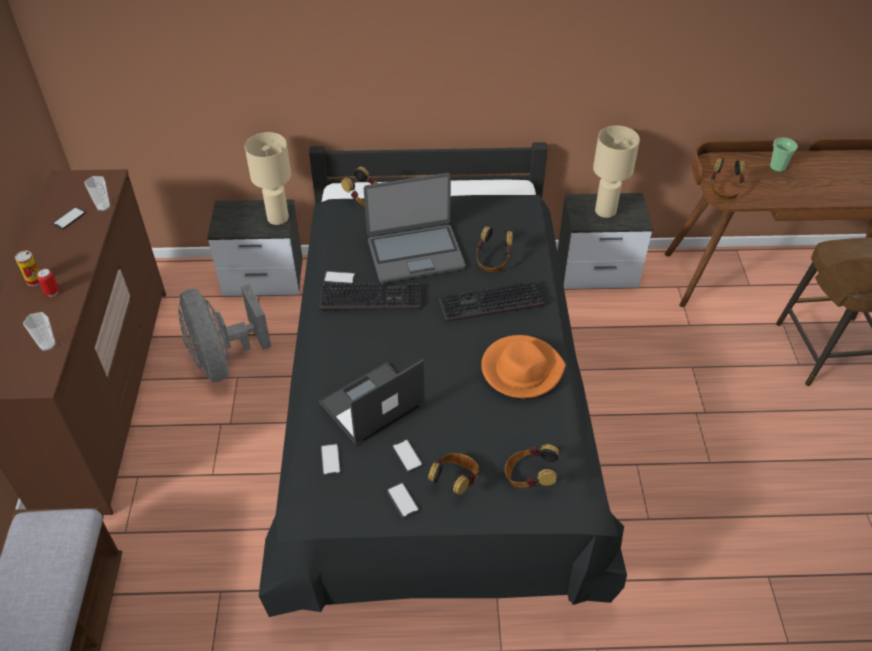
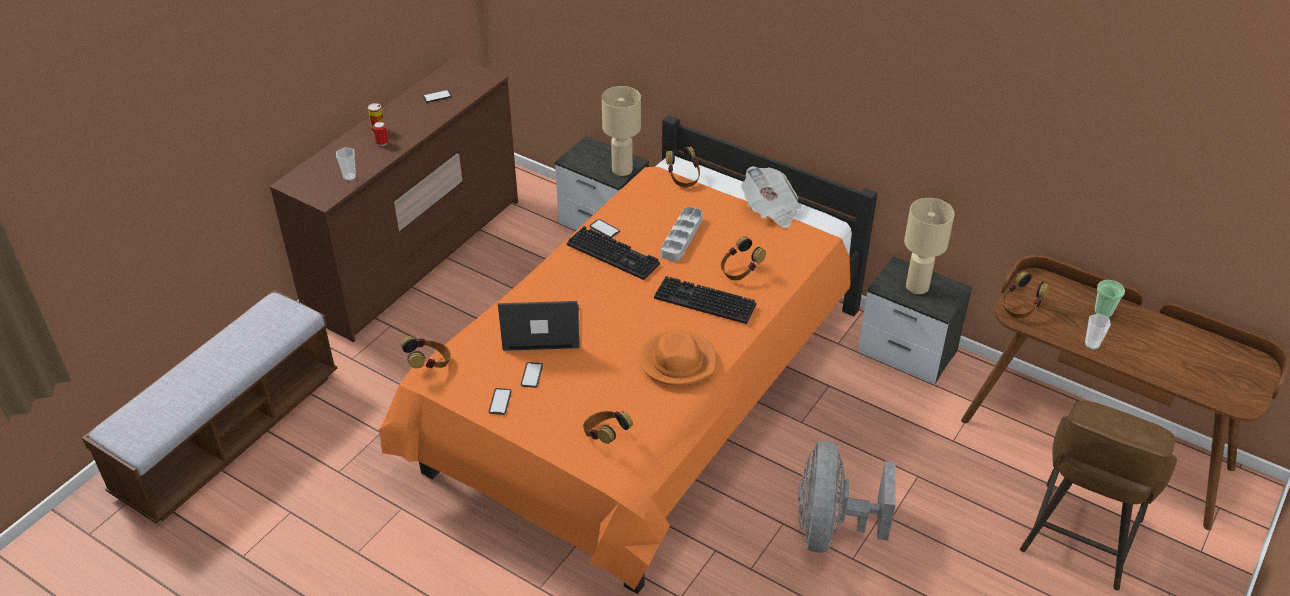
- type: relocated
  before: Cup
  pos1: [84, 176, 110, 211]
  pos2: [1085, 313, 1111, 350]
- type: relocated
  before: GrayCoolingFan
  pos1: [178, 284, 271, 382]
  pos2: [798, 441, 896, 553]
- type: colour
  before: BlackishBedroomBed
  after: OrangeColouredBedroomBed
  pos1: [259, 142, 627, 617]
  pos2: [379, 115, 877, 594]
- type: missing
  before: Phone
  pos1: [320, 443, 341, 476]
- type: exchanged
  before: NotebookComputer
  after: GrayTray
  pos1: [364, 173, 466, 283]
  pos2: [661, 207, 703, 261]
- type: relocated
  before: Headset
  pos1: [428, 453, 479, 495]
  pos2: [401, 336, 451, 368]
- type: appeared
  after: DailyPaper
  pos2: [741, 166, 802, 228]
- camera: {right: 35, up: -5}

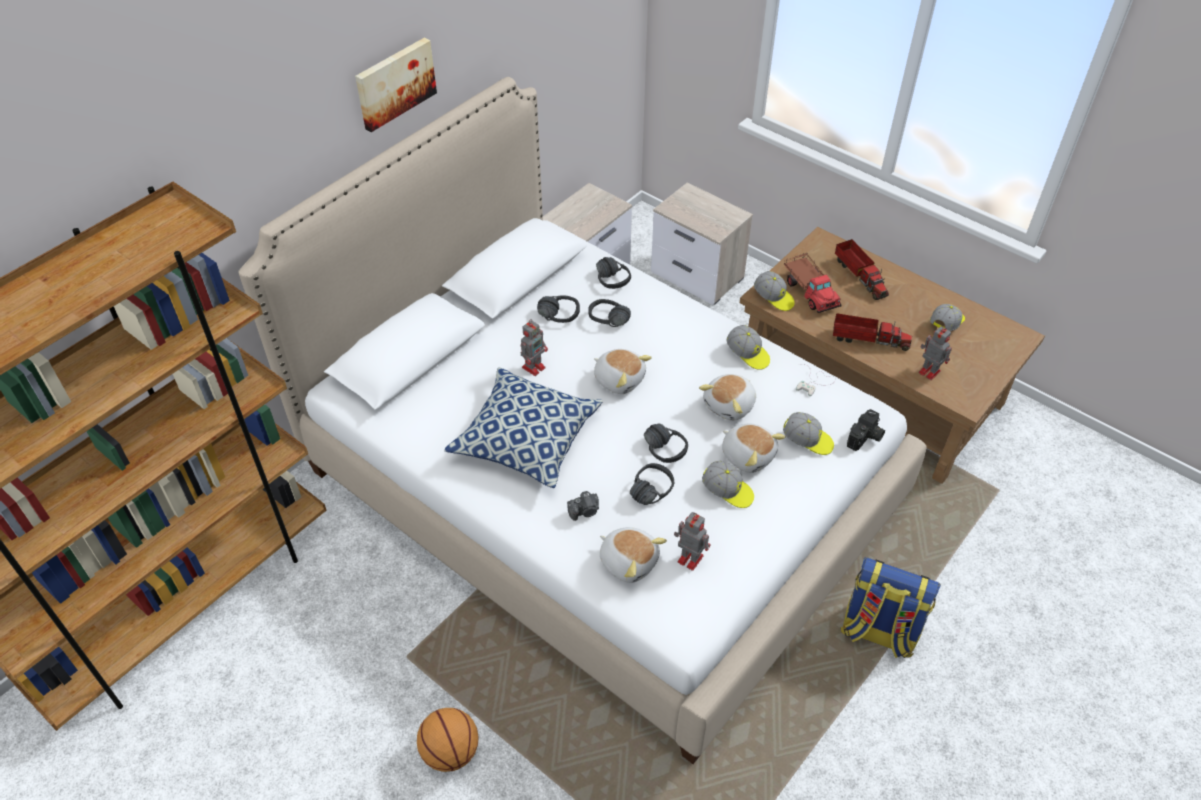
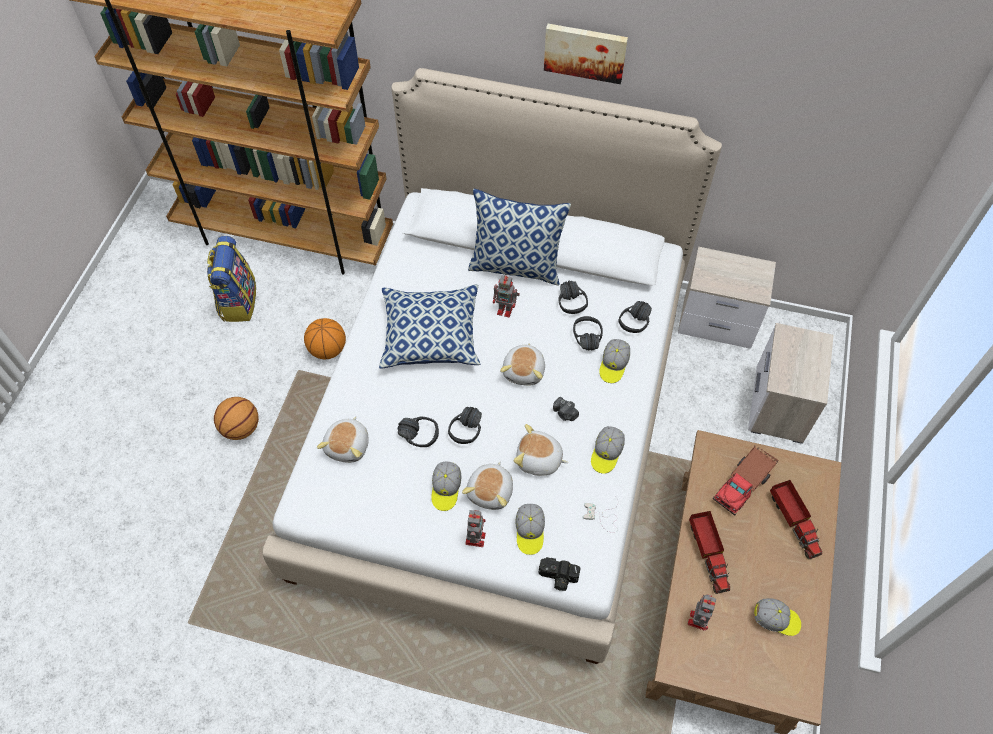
- type: relocated
  before: StillCamera
  pos1: [567, 491, 599, 521]
  pos2: [553, 397, 579, 421]
- type: relocated
  before: ModelRobot
  pos1: [674, 512, 710, 571]
  pos2: [465, 510, 486, 547]
- type: relocated
  before: Cap
  pos1: [754, 271, 795, 311]
  pos2: [599, 339, 630, 383]
- type: spun
  before: ToyLorry
  pos1: [835, 239, 889, 300]
  pos2: [770, 480, 822, 560]
  turn: -60
- type: relocated
  before: Rucksack
  pos1: [841, 557, 941, 658]
  pos2: [207, 236, 256, 322]
- type: appeared
  after: BasketballBall
  pos2: [304, 318, 346, 359]
- type: appeared
  after: Pillow
  pos2: [468, 189, 571, 285]
- camera: {right: 65, up: 10}

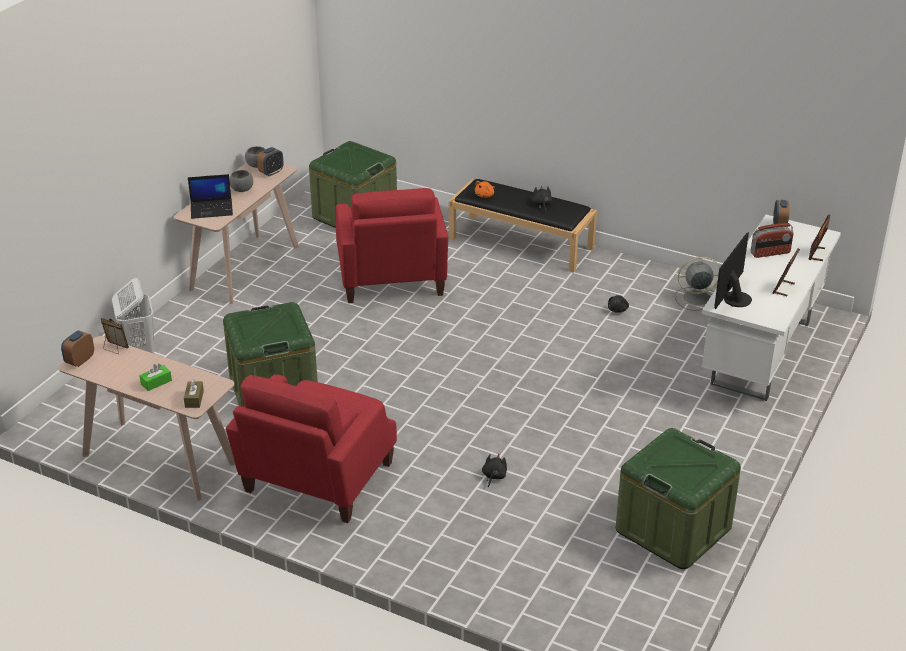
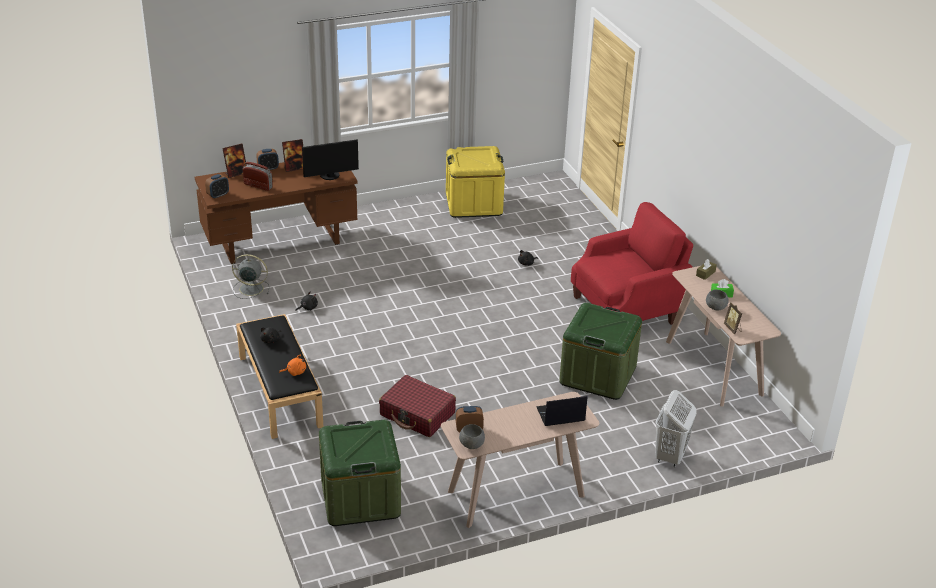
- type: relocated
  before: TableClock
  pos1: [61, 331, 94, 367]
  pos2: [256, 149, 279, 171]
- type: spun
  before: NotebookComputer
  pos1: [188, 174, 233, 219]
  pos2: [536, 396, 587, 426]
  turn: -45
- type: relocated
  before: GrayDeepDish
  pos1: [229, 170, 253, 192]
  pos2: [706, 290, 728, 310]
- type: exchanged
  before: RedColouredLoungeChair
  after: RedColouredSuitcase
  pos1: [336, 188, 448, 303]
  pos2: [379, 375, 456, 437]
- type: colour
  before: GreenStorageBin
  after: YellowishStorageBin
  pos1: [616, 428, 741, 569]
  pos2: [446, 146, 505, 218]
- type: spun
  before: GrayCoolingFan
  pos1: [675, 257, 720, 311]
  pos2: [232, 254, 269, 299]
  turn: 150
- type: colour
  before: WhiteDesk
  after: BrownDesk
  pos1: [702, 215, 841, 401]
  pos2: [195, 162, 358, 264]
- camera: {right: -140, up: 0}

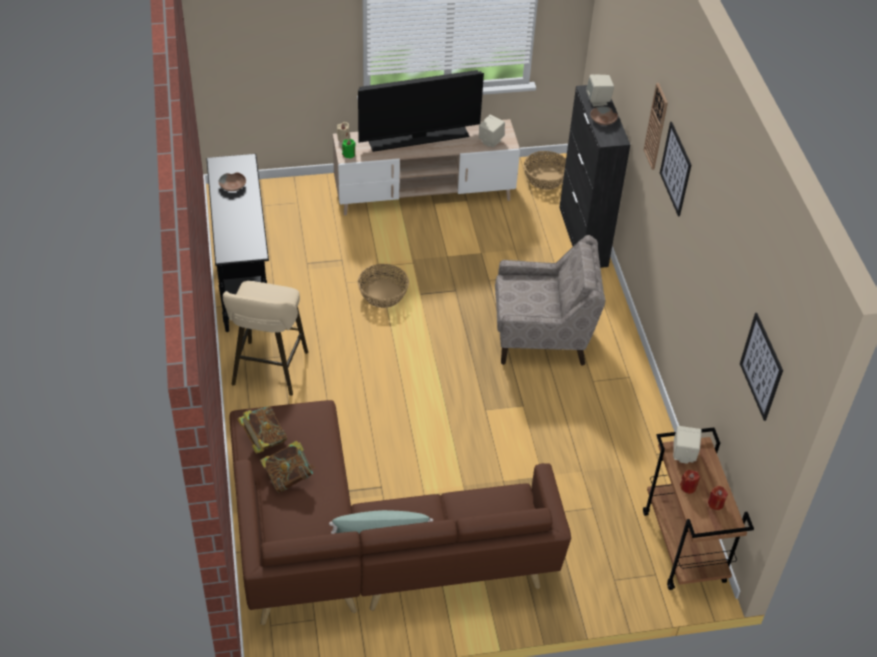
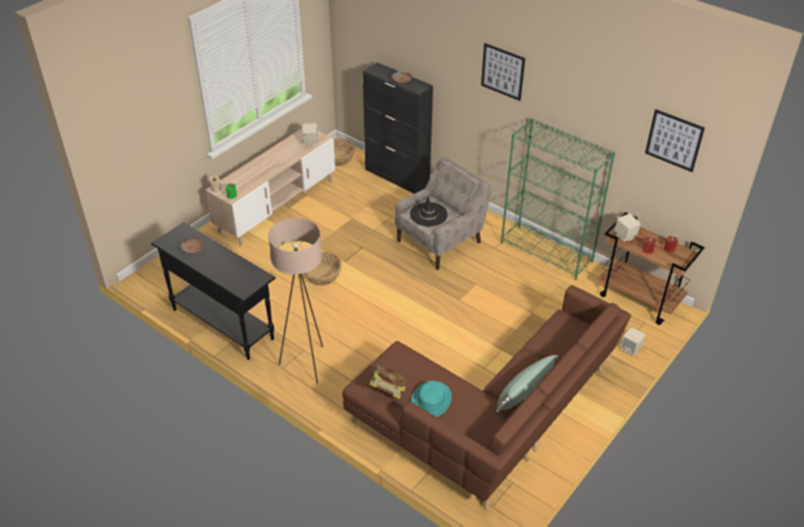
- type: exchanged
  before: BeigeSittingStool
  after: BeigeFloorLamp
  pos1: [223, 281, 308, 396]
  pos2: [268, 218, 323, 384]
- type: exchanged
  before: Volume
  after: BlueGreenWearableHat
  pos1: [260, 441, 315, 492]
  pos2: [411, 381, 452, 417]
- type: missing
  before: TvSet
  pos1: [358, 70, 484, 152]
- type: relocated
  before: BeigeSpeaker
  pos1: [586, 74, 614, 107]
  pos2: [620, 327, 646, 356]
- type: missing
  before: WallClock
  pos1: [644, 83, 668, 170]
- type: appeared
  after: BlackishWearableHat
  pos2: [410, 197, 448, 226]
- type: appeared
  after: GreenShelvingUnit
  pos2: [501, 118, 615, 280]
- camera: {right: -40, up: -5}

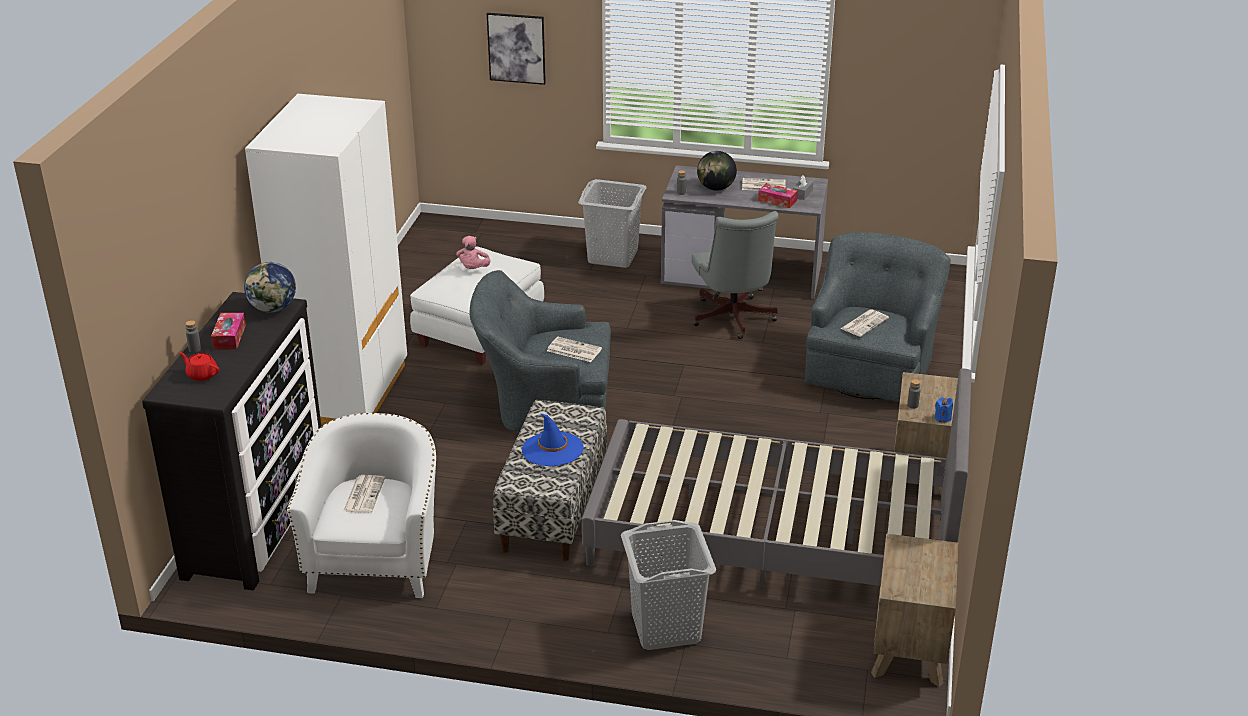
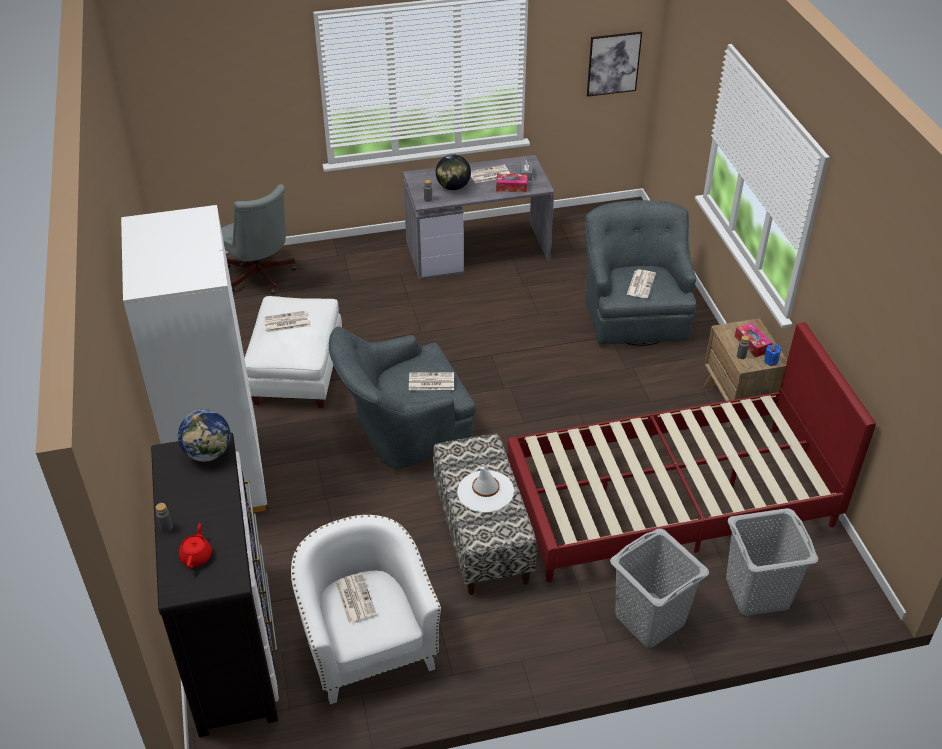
- type: spun
  before: RedColouredTeapot
  pos1: [179, 352, 219, 381]
  pos2: [179, 523, 212, 569]
  turn: 90
- type: relocated
  before: BoxOfTissues
  pos1: [211, 313, 246, 349]
  pos2: [735, 323, 772, 357]
- type: exchanged
  before: PinkishPlushToy
  after: DailyPaper
  pos1: [456, 236, 491, 269]
  pos2: [264, 311, 309, 333]
- type: relocated
  before: WallPicture
  pos1: [487, 13, 546, 85]
  pos2: [587, 32, 642, 97]
- type: colour
  before: BlueWearableHat
  after: WhiteWearableHat
  pos1: [522, 414, 583, 466]
  pos2: [457, 467, 514, 512]
- type: relocated
  before: GrayWashingBasket
  pos1: [578, 179, 647, 268]
  pos2: [726, 508, 818, 616]
- type: colour
  before: GrayBedroomBed
  after: RedColouredBedroomBed
  pos1: [582, 369, 972, 588]
  pos2: [507, 322, 876, 582]
- type: relocated
  before: GrayDeskChair
  pos1: [692, 211, 779, 339]
  pos2: [221, 184, 297, 294]
- type: missing
  before: BrownBedsideTable
  pos1: [871, 533, 958, 687]
- camera: {right: -25, up: 10}

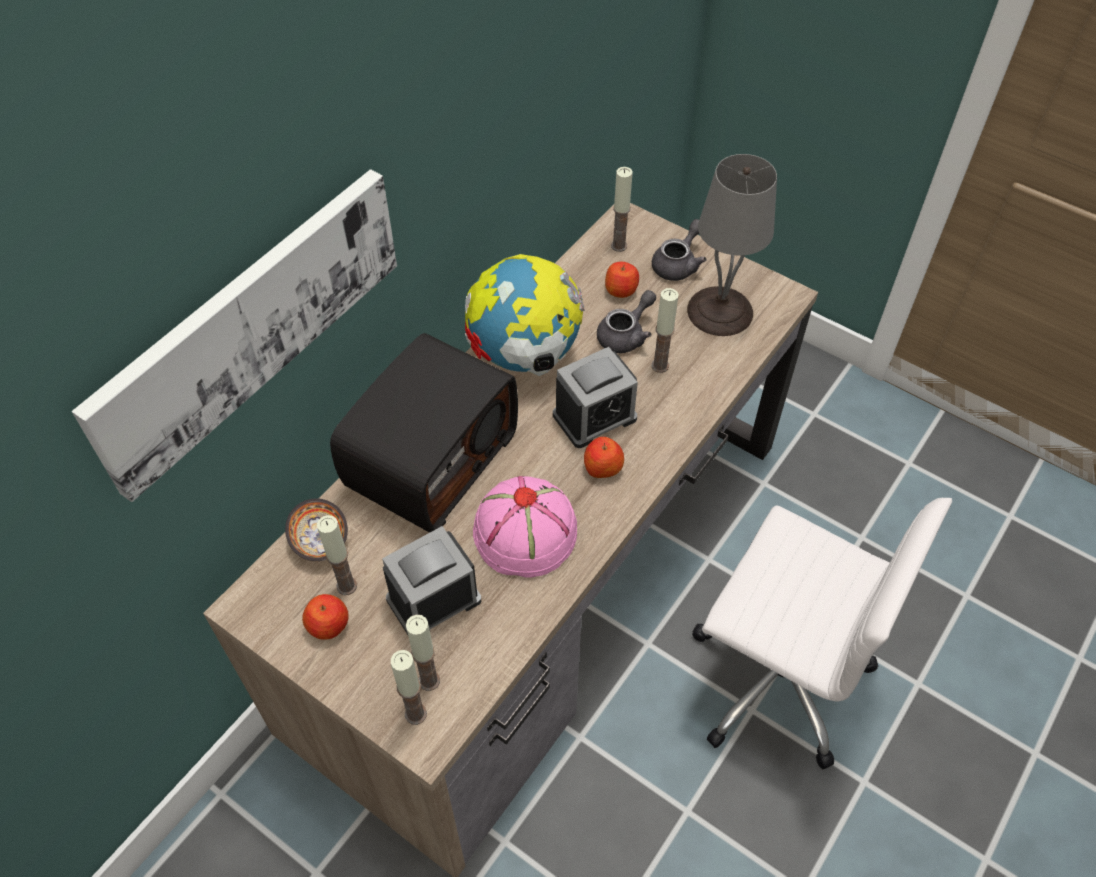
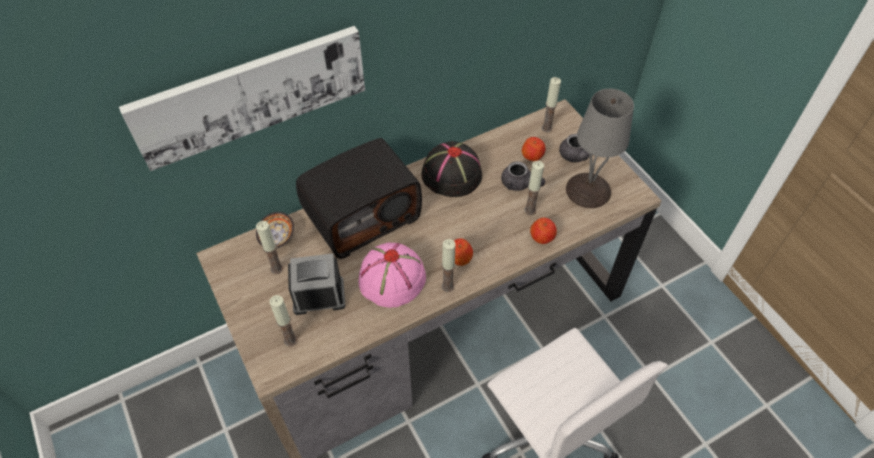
- type: relocated
  before: AppleFruit
  pos1: [302, 594, 349, 640]
  pos2: [530, 218, 557, 244]
- type: relocated
  before: WaxLight
  pos1: [391, 650, 427, 725]
  pos2: [442, 239, 456, 292]
- type: exchanged
  before: Globe
  after: BlackishWearableHat
  pos1: [465, 254, 585, 376]
  pos2: [422, 141, 482, 197]
- type: missing
  before: TableClock
  pos1: [553, 347, 638, 448]
- type: spun
  before: GrayTeapot
  pos1: [597, 290, 656, 353]
  pos2: [501, 161, 545, 191]
  turn: 60
- camera: {right: 25, up: 0}

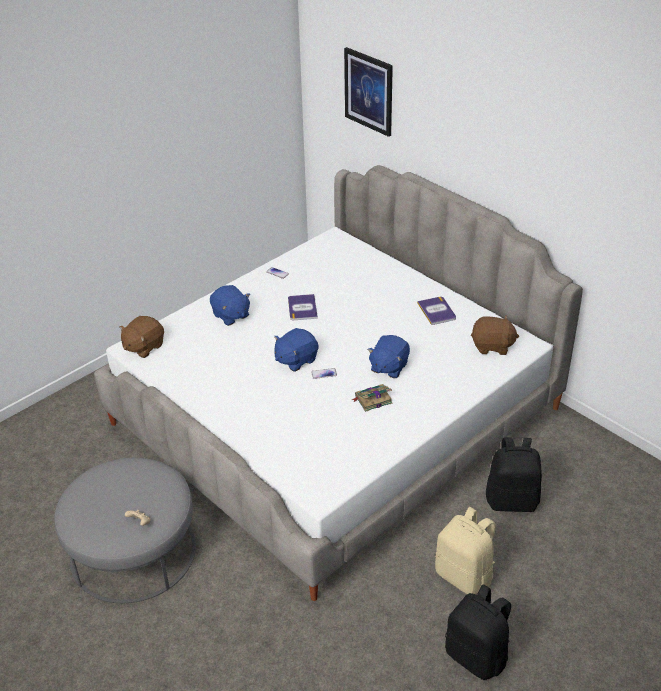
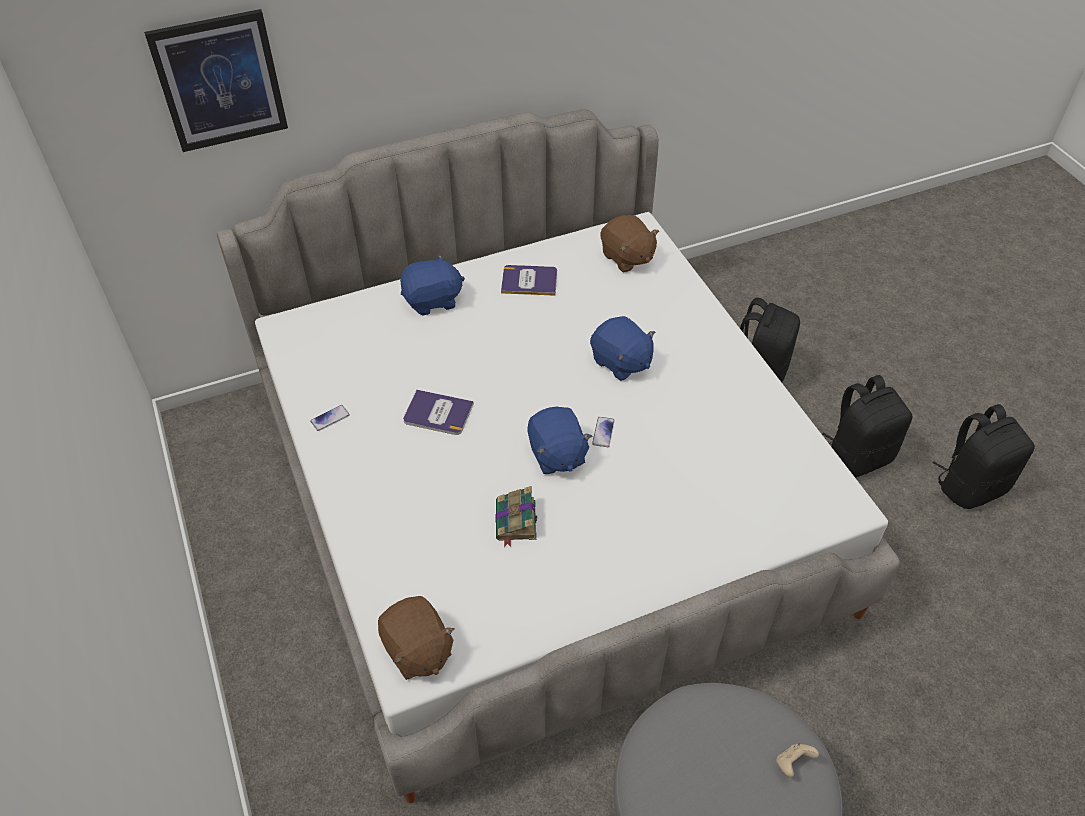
- type: relocated
  before: BluePlushToy
  pos1: [210, 285, 250, 326]
  pos2: [400, 254, 465, 316]
- type: relocated
  before: Volume
  pos1: [351, 384, 393, 412]
  pos2: [495, 486, 537, 547]
- type: colour
  before: BeigeRucksack
  after: BlackishRucksack
  pos1: [435, 507, 496, 595]
  pos2: [822, 375, 912, 477]
- type: spun
  before: BrownPlushToy
  pos1: [471, 315, 519, 355]
  pos2: [601, 215, 659, 272]
  turn: 120
- camera: {right: -70, up: 10}

